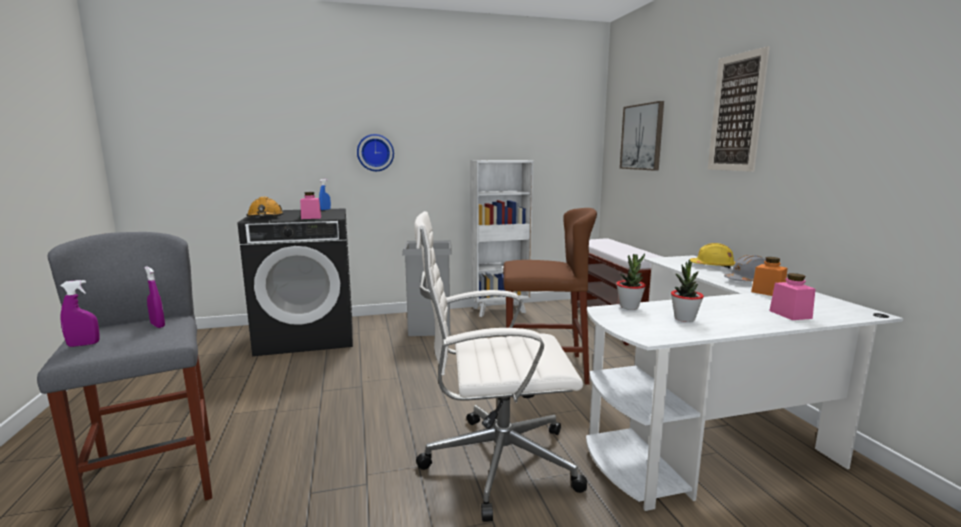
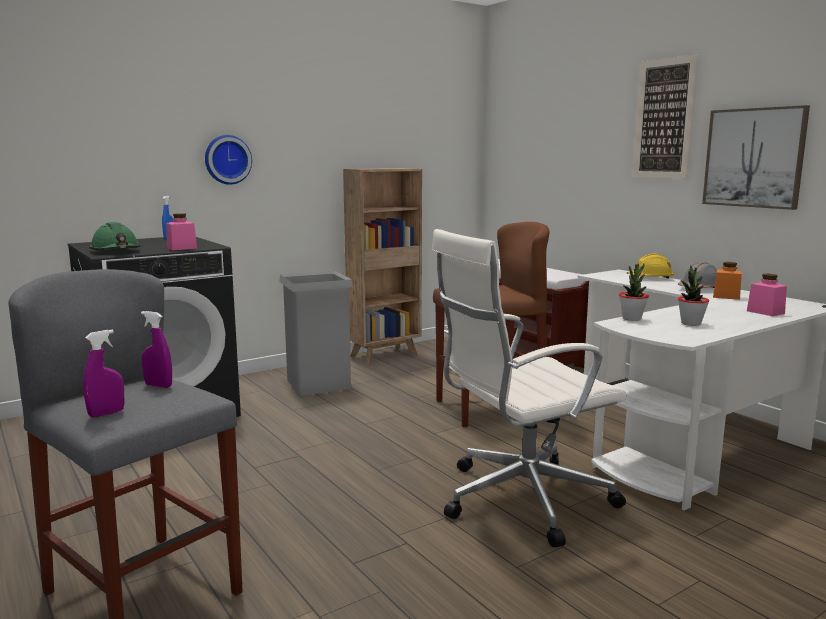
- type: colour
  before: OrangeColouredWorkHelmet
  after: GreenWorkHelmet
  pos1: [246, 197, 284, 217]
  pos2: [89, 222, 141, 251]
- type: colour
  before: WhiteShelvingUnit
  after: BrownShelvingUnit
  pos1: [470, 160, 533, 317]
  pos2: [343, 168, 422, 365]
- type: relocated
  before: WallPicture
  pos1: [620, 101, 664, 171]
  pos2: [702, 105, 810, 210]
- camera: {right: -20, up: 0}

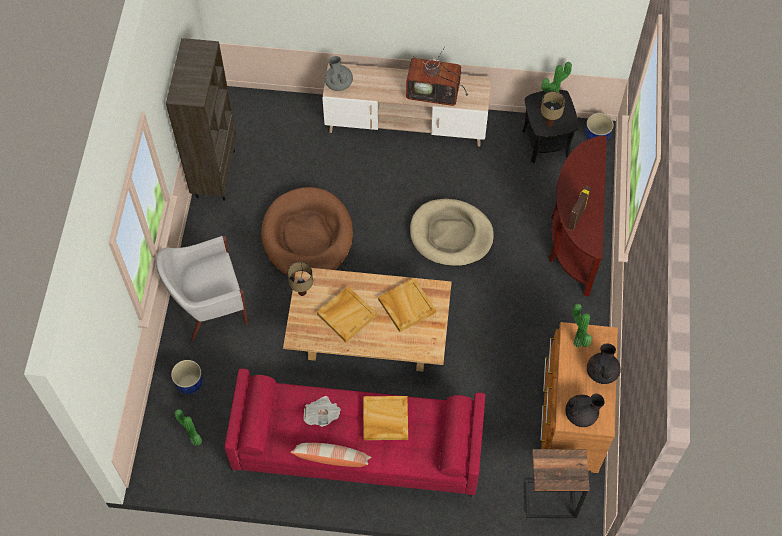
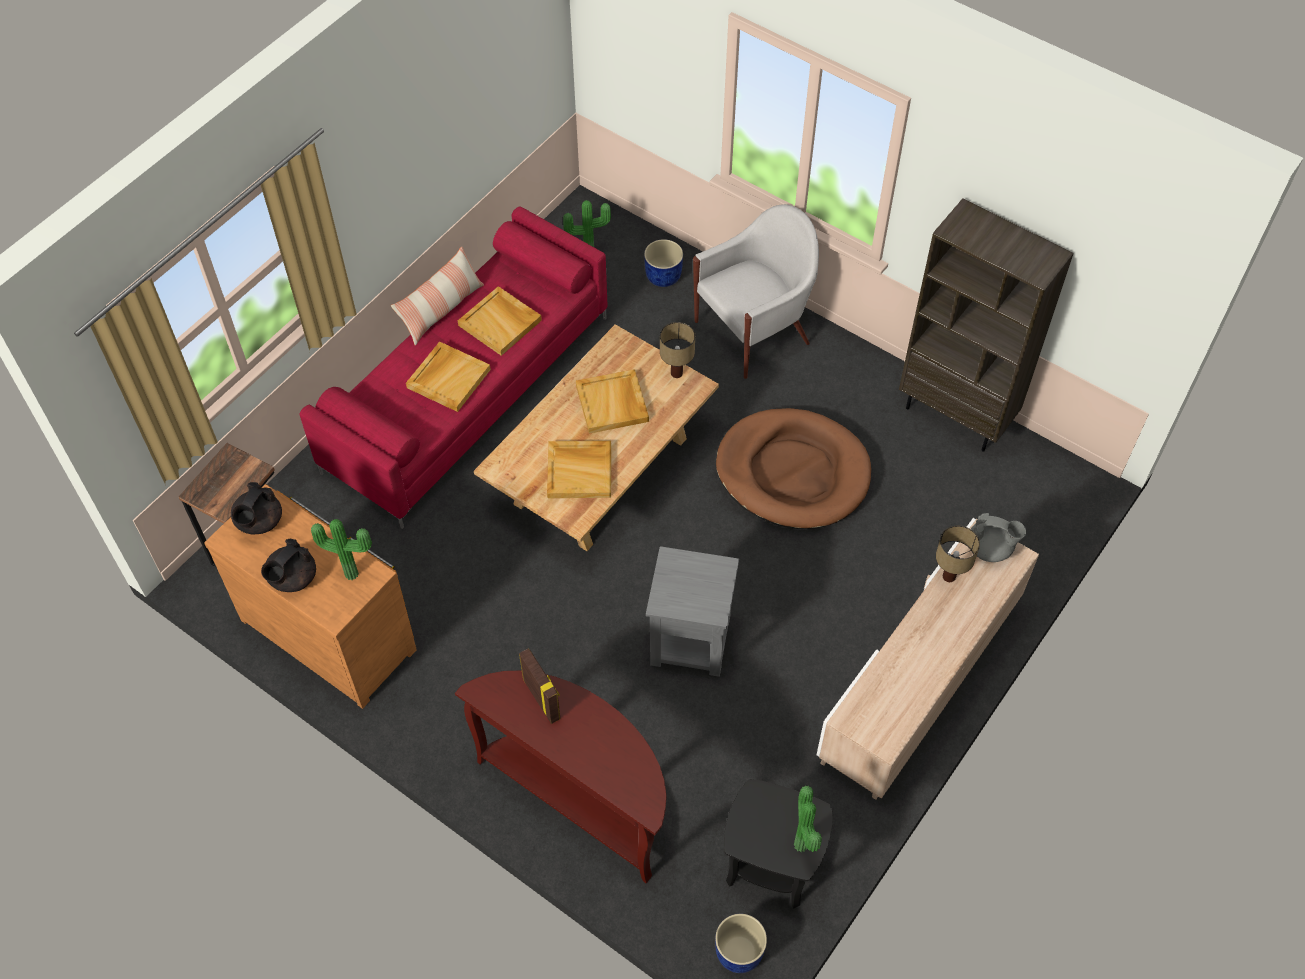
- type: spun
  before: WhiteLoungeChair
  pos1: [156, 236, 248, 342]
  pos2: [693, 204, 819, 379]
  turn: 45
- type: exchanged
  before: DailyPaper
  after: BeigeTray
  pos1: [303, 396, 341, 427]
  pos2: [458, 286, 542, 356]
- type: missing
  before: TvSet
  pos1: [406, 47, 468, 106]
- type: exchanged
  before: BeigeDogBed
  after: GraySideTable
  pos1: [410, 199, 494, 266]
  pos2: [646, 546, 739, 677]
- type: relocated
  before: TableLamp
  pos1: [540, 91, 565, 127]
  pos2: [936, 526, 980, 582]
- type: spun
  before: BlackishTeapot
  pos1: [587, 344, 621, 384]
  pos2: [261, 539, 316, 592]
  turn: 75
- camera: {right: 120, up: -5}

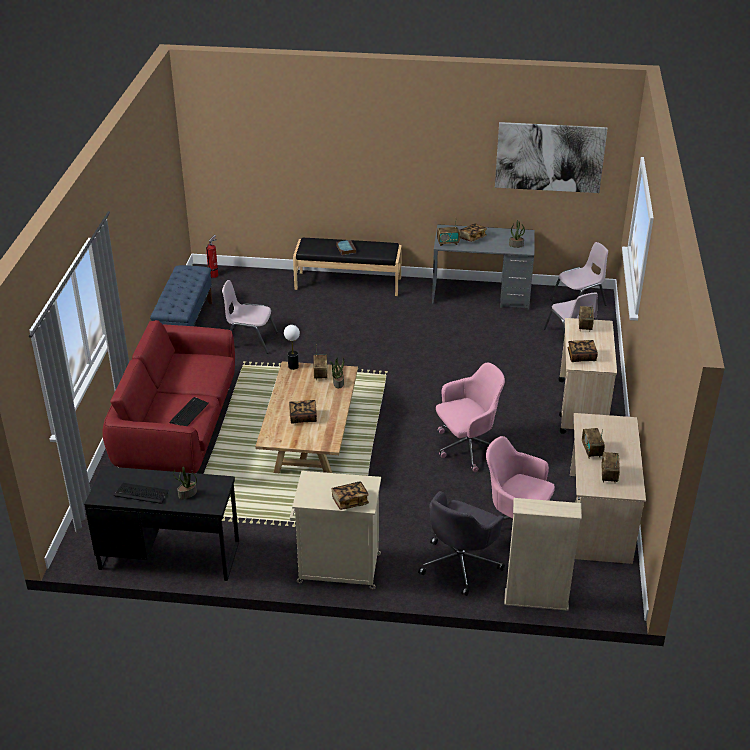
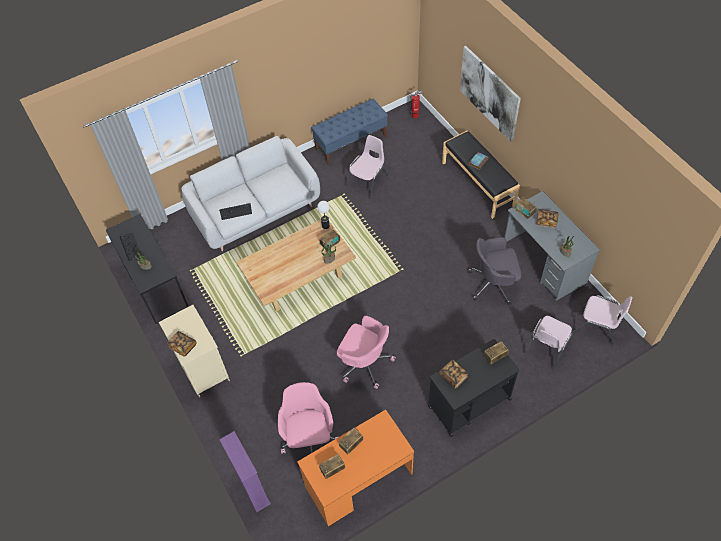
- type: colour
  before: RedColouredSettee
  after: GraySettee
  pos1: [102, 320, 235, 473]
  pos2: [181, 136, 320, 251]
- type: spun
  before: PinkishPlainChair
  pos1: [222, 280, 278, 354]
  pos2: [346, 135, 388, 199]
  turn: 60
- type: missing
  before: Volume
  pos1: [289, 400, 317, 424]
- type: relocated
  before: GrayDeskChair
  pos1: [418, 491, 505, 596]
  pos2: [468, 237, 521, 305]
- type: relocated
  before: WallPicture
  pos1: [495, 122, 608, 193]
  pos2: [460, 46, 521, 142]
- type: colour
  before: BeigeShelvingUnit
  after: PurpleShelvingUnit
  pos1: [504, 498, 582, 611]
  pos2: [219, 431, 271, 512]
- type: colour
  before: BeigeWheeledCart
  after: BlackishWheeledCart
  pos1: [558, 318, 617, 434]
  pos2: [428, 339, 519, 437]
- type: colour
  before: BeigeDesk
  after: OrangeColouredDesk
  pos1: [570, 413, 646, 564]
  pos2: [297, 410, 415, 526]
- camera: {right: 55, up: 20}

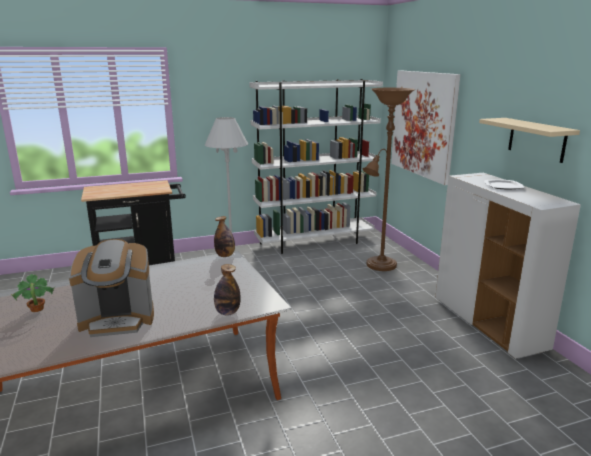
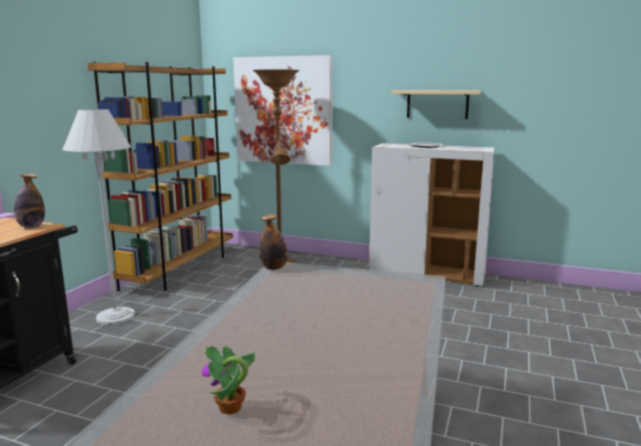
- type: missing
  before: CoffeeMaker
  pos1: [69, 239, 154, 337]
- type: relocated
  before: Bottle
  pos1: [214, 264, 241, 315]
  pos2: [14, 174, 45, 227]
- type: colour
  before: WhiteShelvingUnit
  after: BrownShelvingUnit
  pos1: [249, 79, 383, 254]
  pos2: [88, 62, 233, 291]
- camera: {right: -50, up: -5}

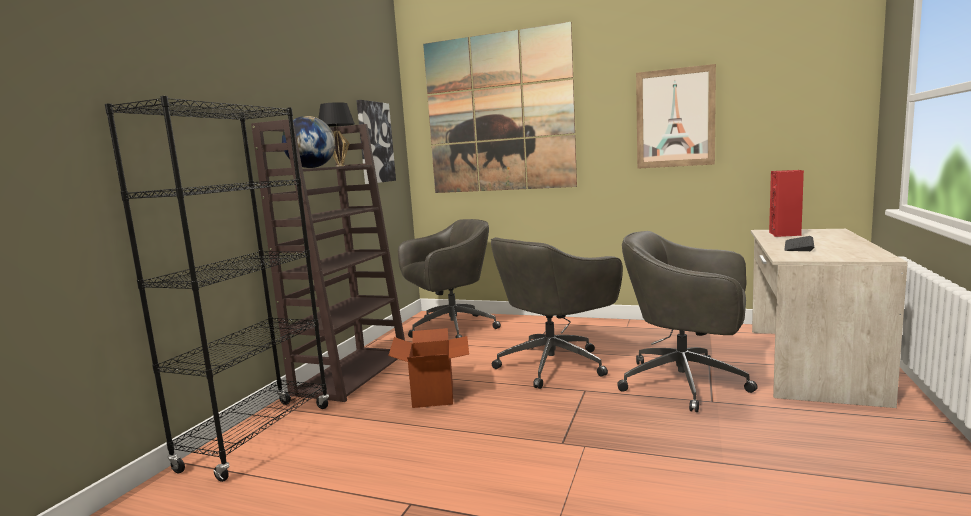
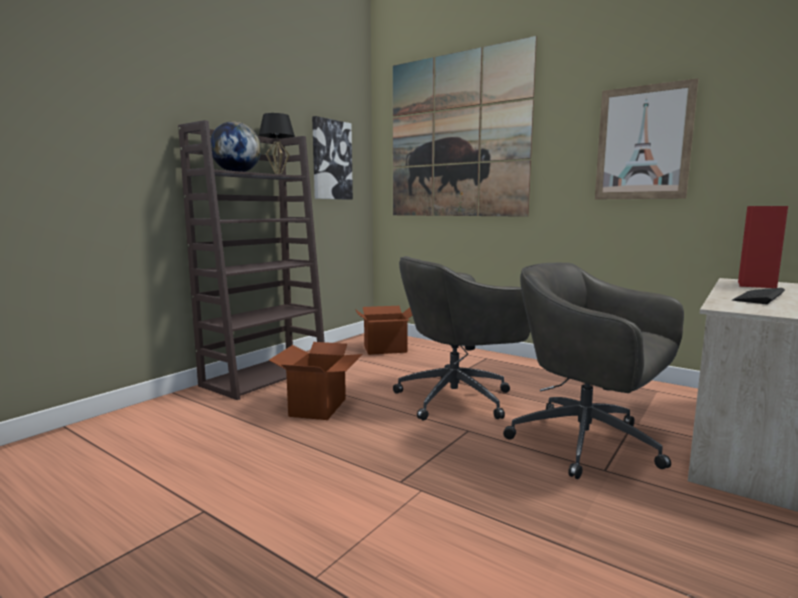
- type: missing
  before: BlackishShelvingUnit
  pos1: [105, 96, 329, 482]
- type: exchanged
  before: GrayDeskChair
  after: Carton
  pos1: [398, 219, 501, 338]
  pos2: [355, 306, 412, 355]
- camera: {right: 15, up: 0}

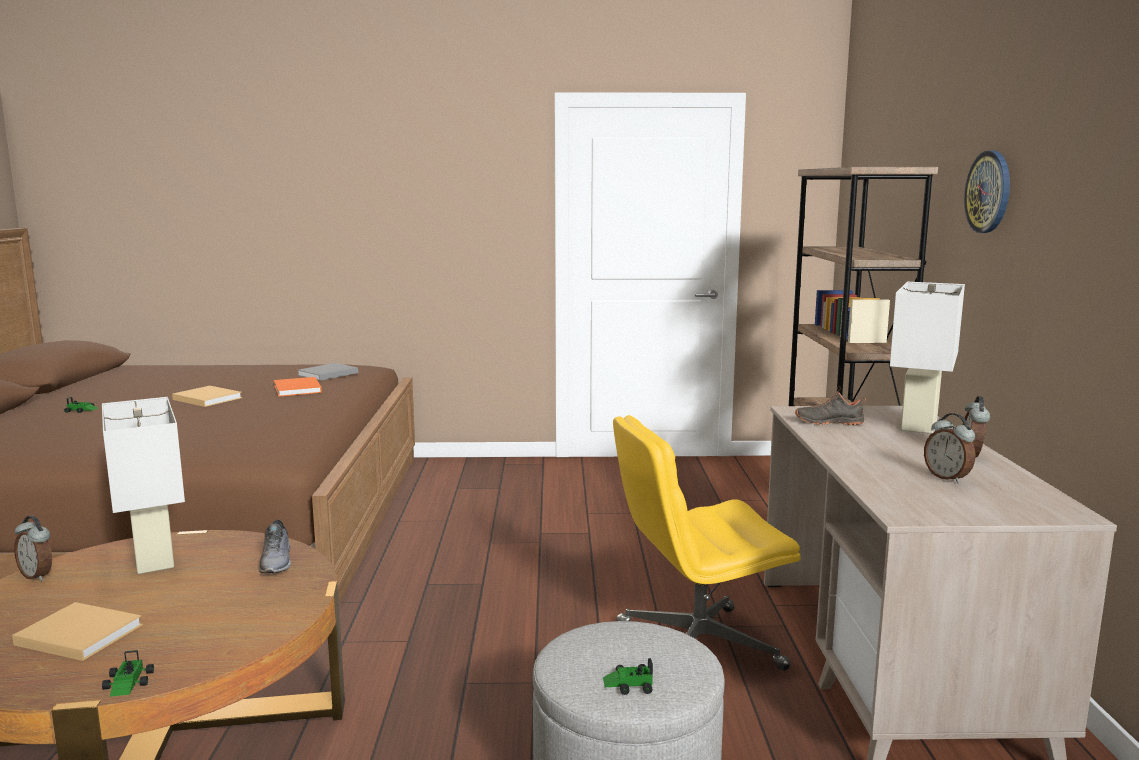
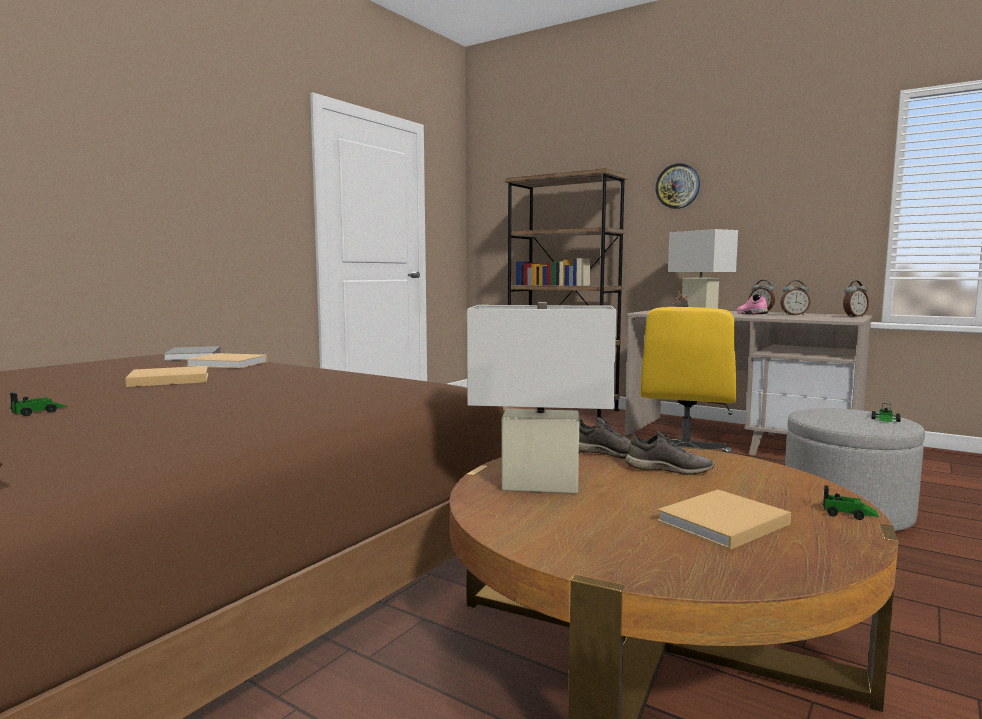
- type: relocated
  before: TableClock
  pos1: [14, 515, 52, 581]
  pos2: [843, 281, 869, 317]
- type: colour
  before: OrangeColouredVolume
  after: BeigeVolume
  pos1: [274, 377, 322, 396]
  pos2: [186, 353, 268, 368]
- type: appeared
  after: GrayItemOfFootwear
  pos2: [626, 431, 714, 475]
- type: appeared
  after: PinkishItemOfFootwear
  pos2: [737, 294, 768, 314]
- camera: {right: -55, up: -5}

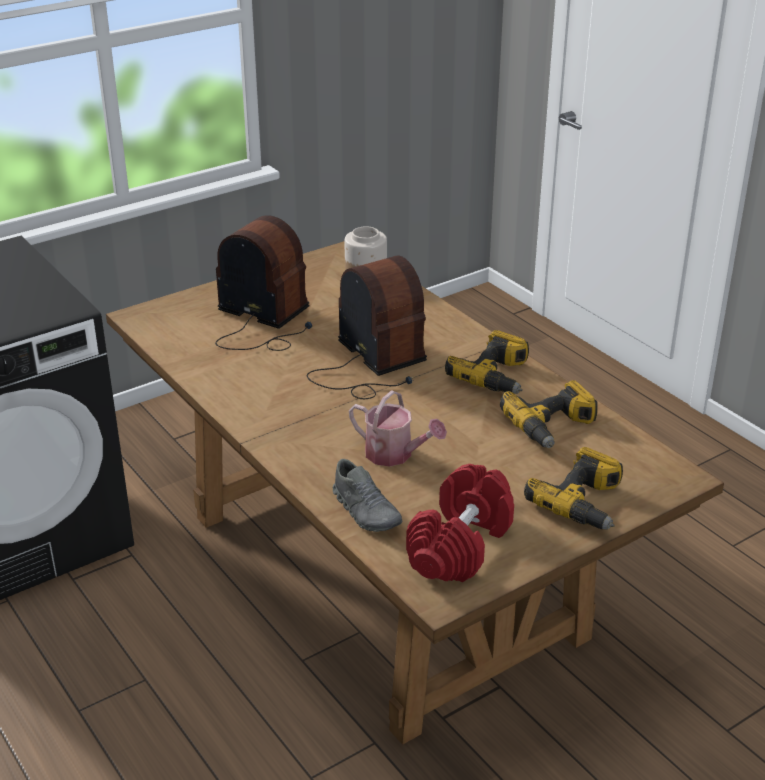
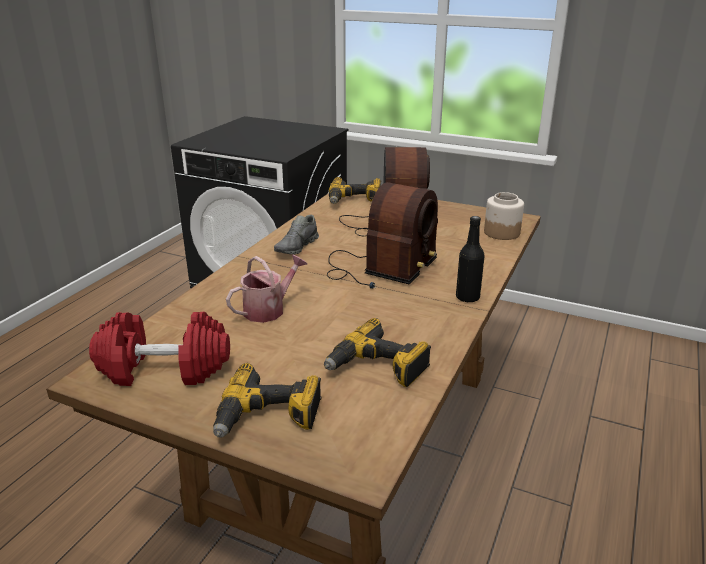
- type: relocated
  before: GrayItemOfFootwear
  pos1: [333, 459, 402, 532]
  pos2: [274, 215, 319, 254]
- type: spun
  before: SprinklingCan
  pos1: [349, 390, 447, 467]
  pos2: [226, 254, 307, 323]
  turn: -135
- type: relocated
  before: ElectricDrill
  pos1: [445, 330, 529, 394]
  pos2: [329, 177, 381, 204]
- type: appeared
  after: BlackishBottle
  pos2: [456, 216, 485, 302]
- camera: {right: 60, up: -5}

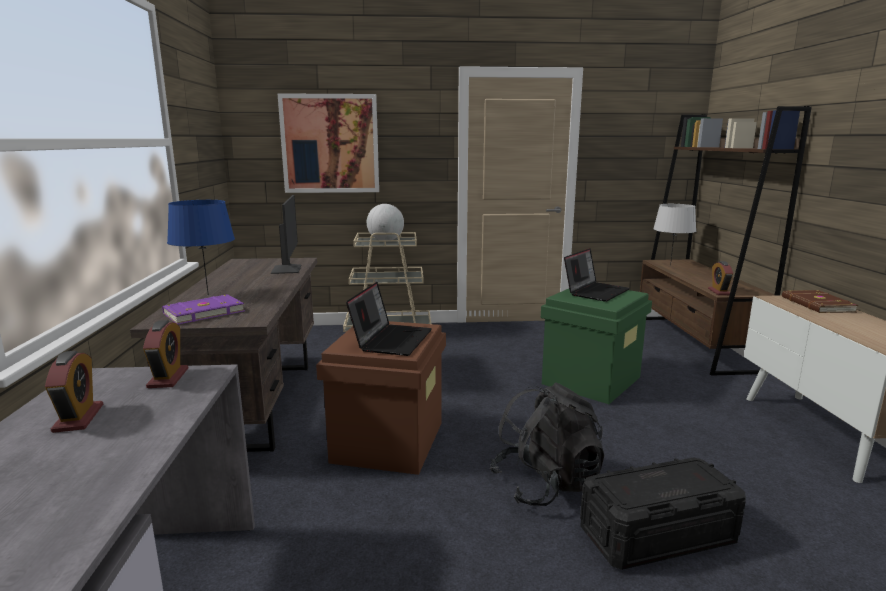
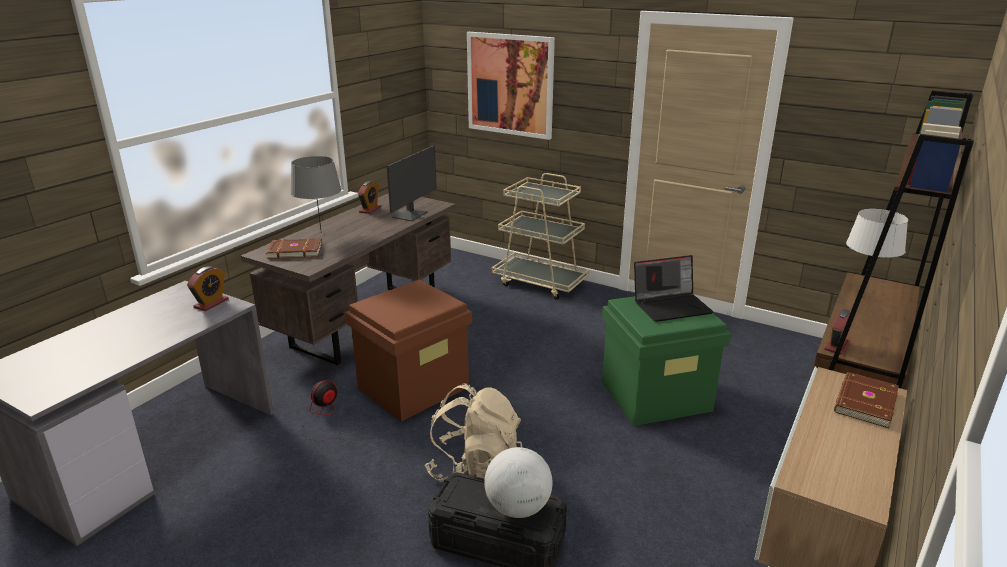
- type: relocated
  before: TableClock
  pos1: [45, 351, 103, 433]
  pos2: [358, 181, 381, 214]
- type: colour
  before: PurpleVolume
  after: BrownVolume
  pos1: [162, 295, 245, 325]
  pos2: [266, 238, 322, 259]
- type: colour
  before: BlueTableLamp
  after: GrayTableLamp
  pos1: [167, 200, 235, 295]
  pos2: [290, 156, 341, 233]
- type: missing
  before: NotebookComputer
  pos1: [346, 282, 432, 356]
- type: relocated
  before: Globe
  pos1: [367, 204, 404, 240]
  pos2: [484, 447, 553, 518]
- type: colour
  before: BlackishRucksack
  after: BeigeRucksack
  pos1: [490, 382, 604, 506]
  pos2: [424, 383, 522, 482]
- type: appeared
  after: CoolingFan
  pos2: [300, 380, 350, 443]
- camera: {right: 35, up: 10}

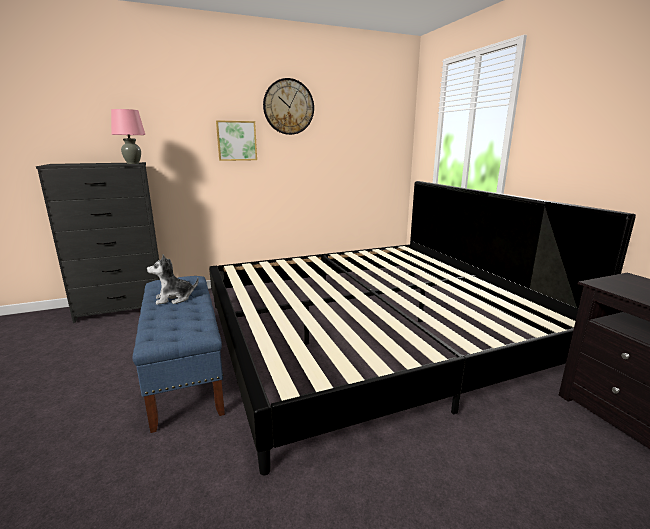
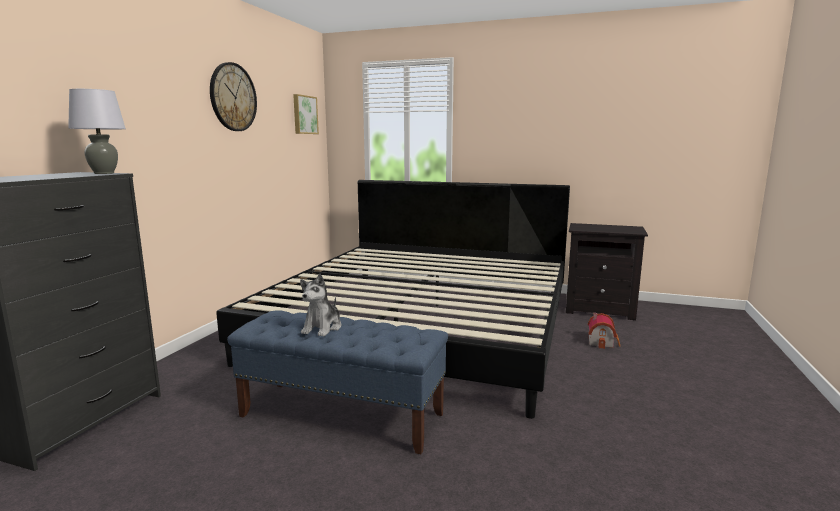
- type: colour
  before: PinkishTableLamp
  after: GrayTableLamp
  pos1: [111, 109, 145, 164]
  pos2: [68, 89, 126, 174]
- type: relocated
  before: WallPicture
  pos1: [216, 120, 257, 161]
  pos2: [293, 94, 319, 134]
- type: appeared
  after: MiniatureHouse
  pos2: [588, 313, 620, 349]
- camera: {right: -50, up: -5}

